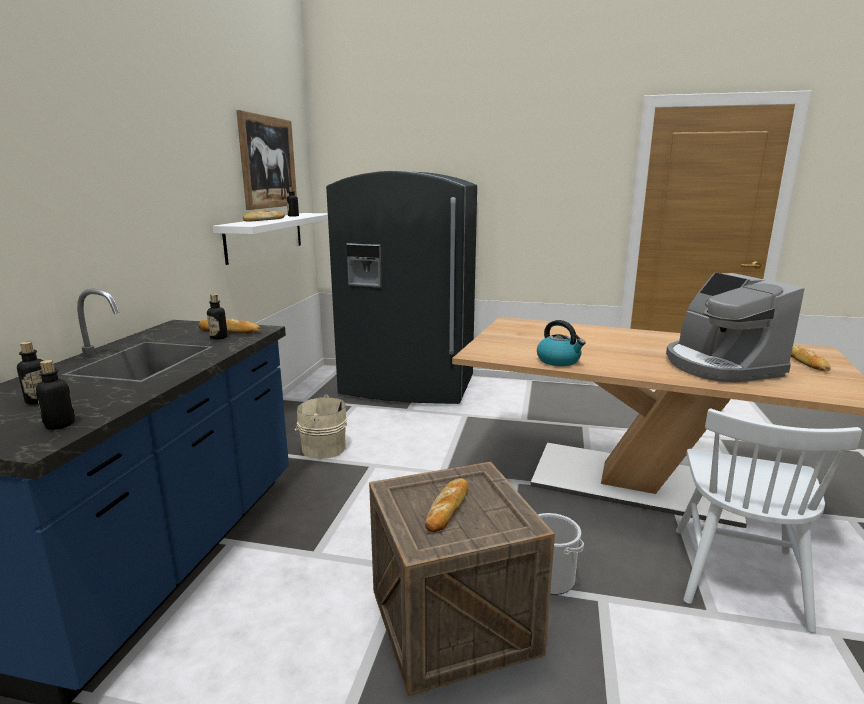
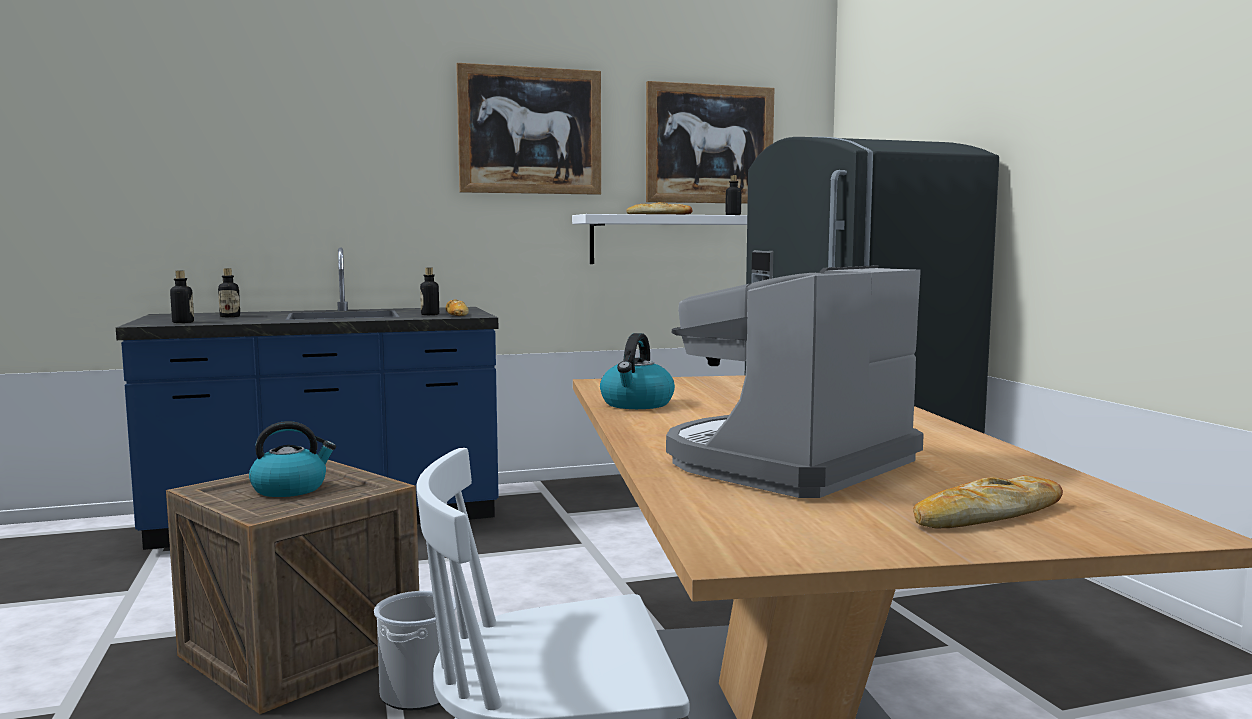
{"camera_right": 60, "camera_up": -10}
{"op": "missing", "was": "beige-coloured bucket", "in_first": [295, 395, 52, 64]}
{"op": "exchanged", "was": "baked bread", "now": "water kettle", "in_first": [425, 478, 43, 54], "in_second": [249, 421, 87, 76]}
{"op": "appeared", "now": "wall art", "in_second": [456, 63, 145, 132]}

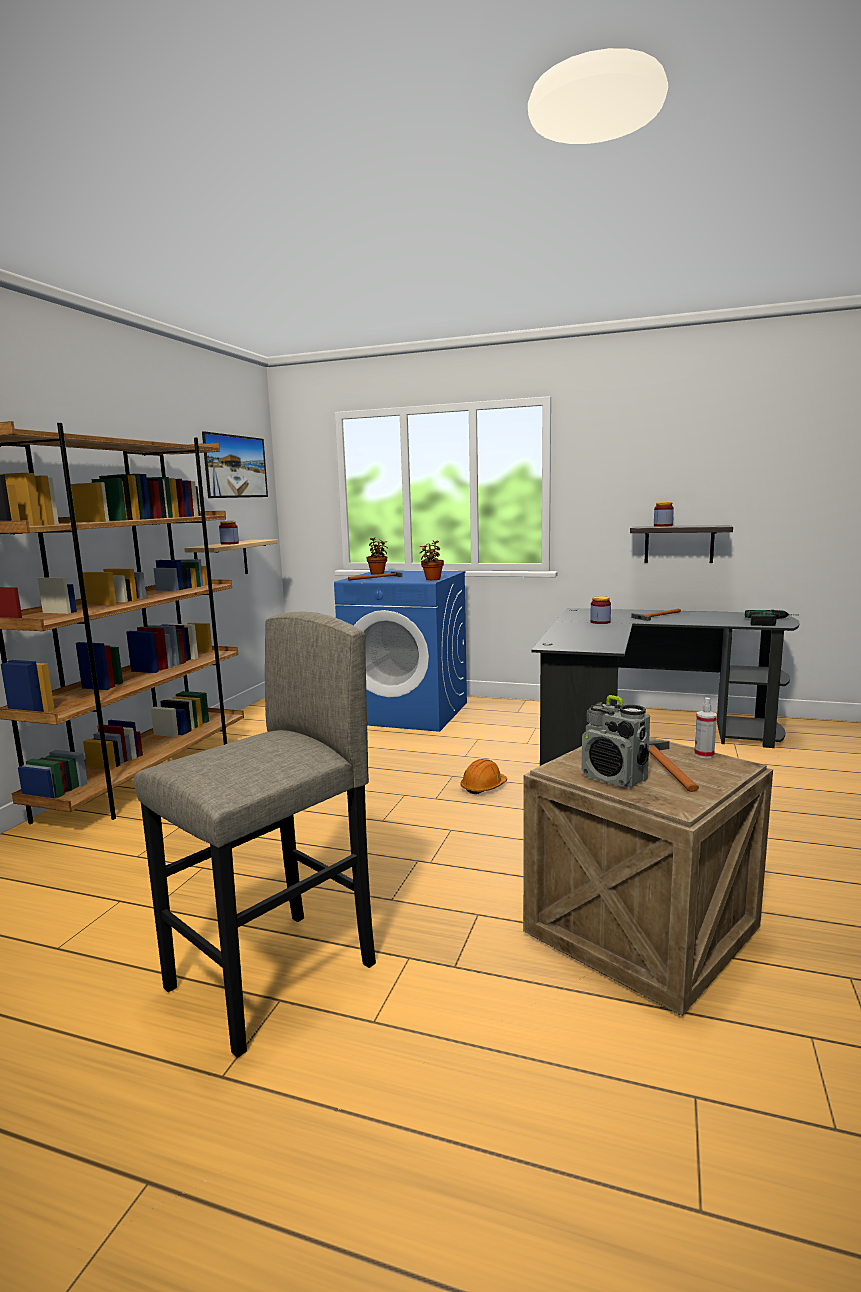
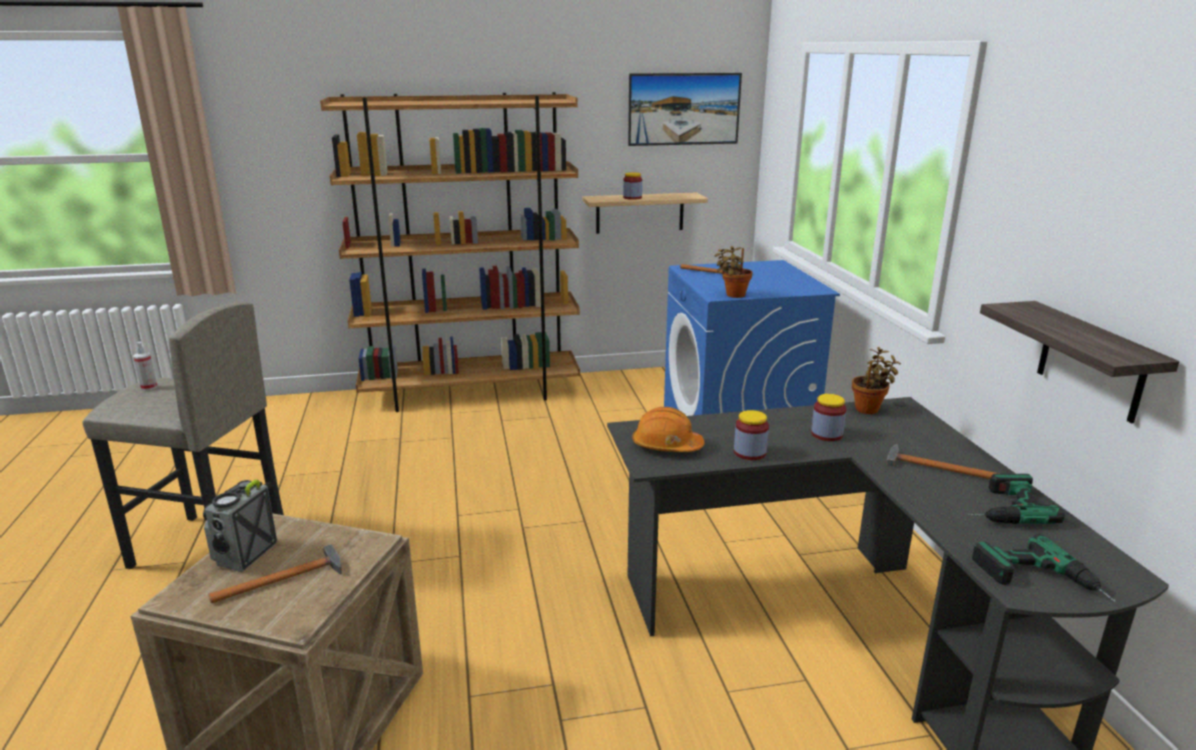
{"camera_right": 60, "camera_up": 10}
{"op": "relocated", "was": "potted plant", "in_first": [366, 537, 22, 38], "in_second": [852, 347, 49, 67]}
{"op": "relocated", "was": "orangey safety helmet", "in_first": [460, 759, 47, 35], "in_second": [632, 407, 73, 45]}
{"op": "relocated", "was": "preserve jar", "in_first": [654, 502, 20, 25], "in_second": [734, 410, 35, 50]}
{"op": "relocated", "was": "sprayer", "in_first": [694, 697, 23, 62], "in_second": [133, 342, 24, 48]}
{"op": "appeared", "now": "drill", "in_second": [968, 474, 97, 50]}

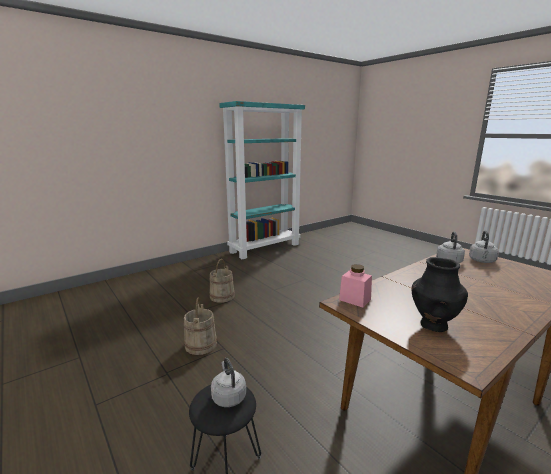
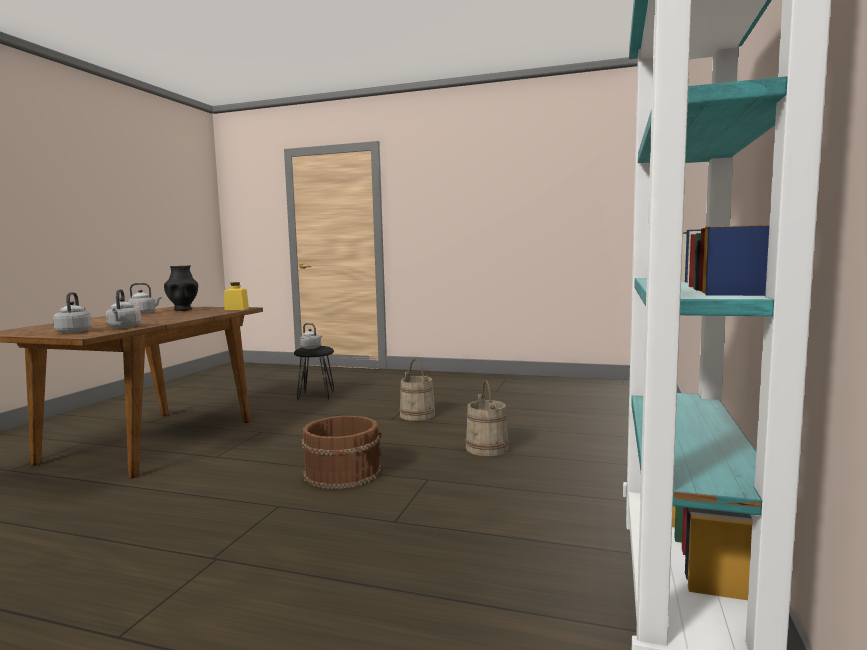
{"camera_right": 145, "camera_up": -10}
{"op": "colour", "was": "pink-coloured preserve jar", "now": "yellowish preserve jar", "in_first": [339, 264, 33, 44], "in_second": [224, 282, 25, 28]}
{"op": "appeared", "now": "greyish water kettle", "in_second": [128, 283, 34, 31]}
{"op": "appeared", "now": "brownish bucket", "in_second": [302, 416, 79, 73]}

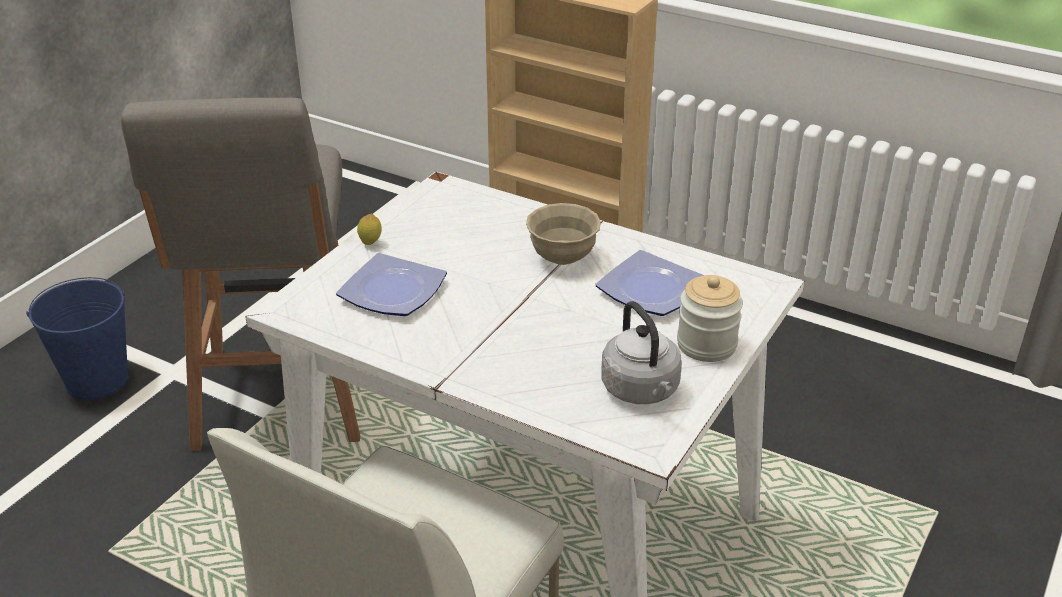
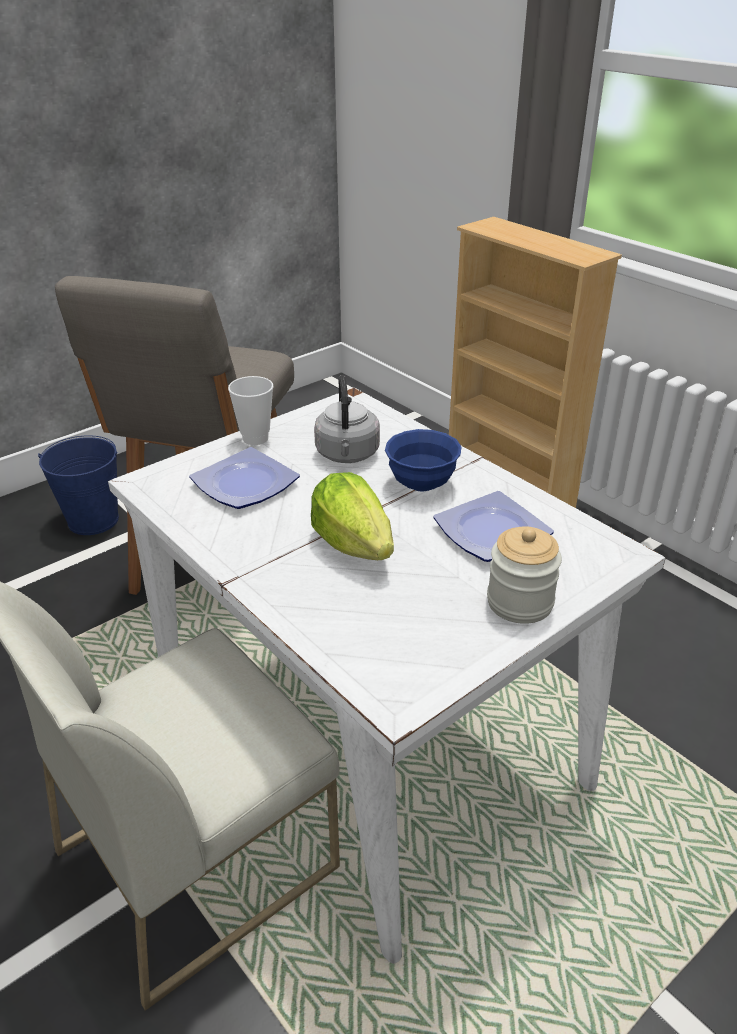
{"camera_right": 20, "camera_up": 0}
{"op": "exchanged", "was": "whole lemon", "now": "drinking cup", "in_first": [357, 213, 25, 32], "in_second": [228, 376, 45, 69]}
{"op": "colour", "was": "beige-coloured serving bowl", "now": "blue-coloured serving bowl", "in_first": [526, 203, 75, 62], "in_second": [385, 429, 77, 63]}
{"op": "relocated", "was": "greyish water kettle", "in_first": [601, 301, 81, 103], "in_second": [314, 375, 66, 88]}
{"op": "appeared", "now": "lettuce head", "in_second": [311, 472, 83, 88]}

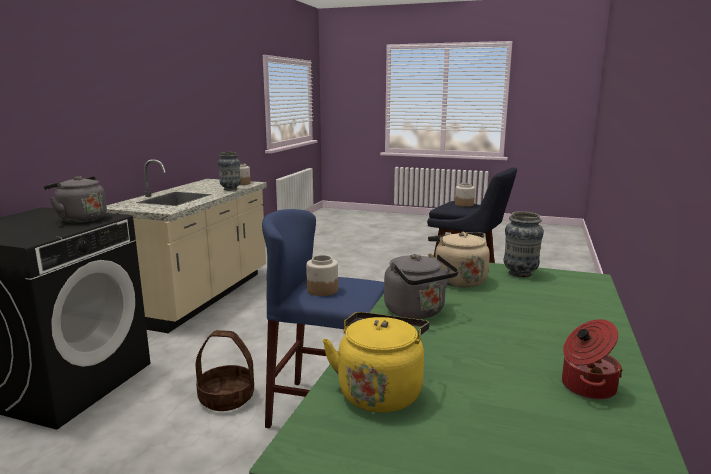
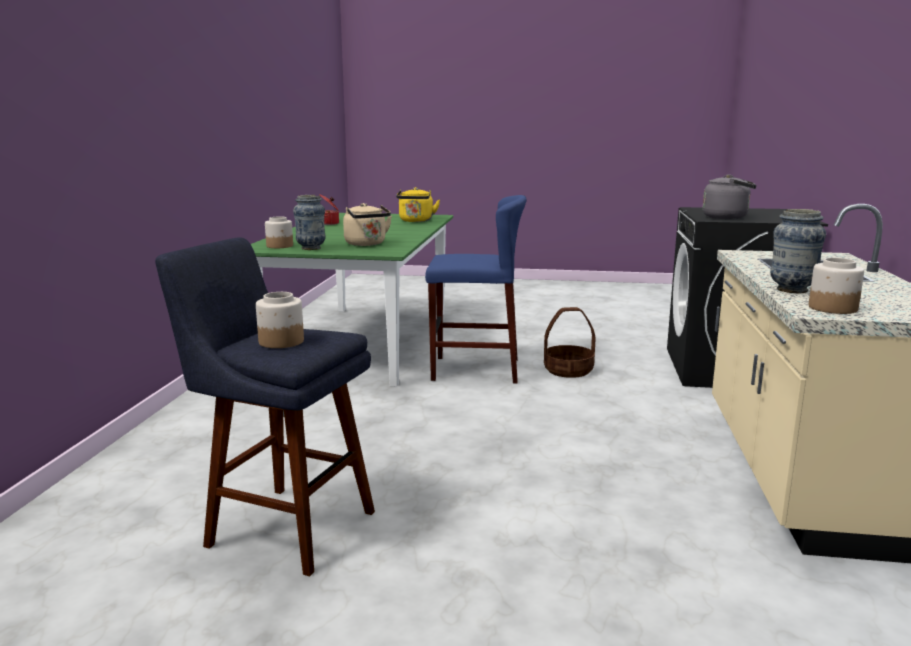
{"camera_right": 170, "camera_up": 0}
{"op": "relocated", "was": "preserve jar", "in_first": [306, 255, 32, 41], "in_second": [265, 216, 28, 32]}
{"op": "missing", "was": "greyish water kettle", "in_first": [384, 254, 75, 65]}

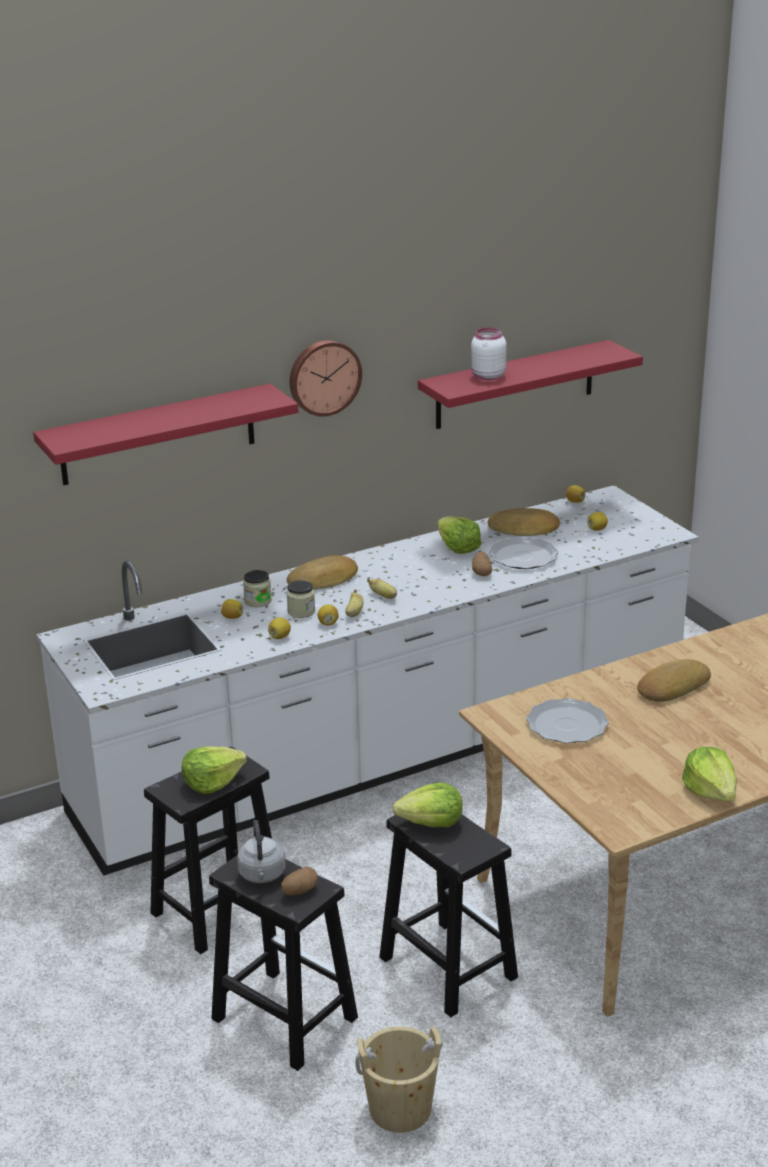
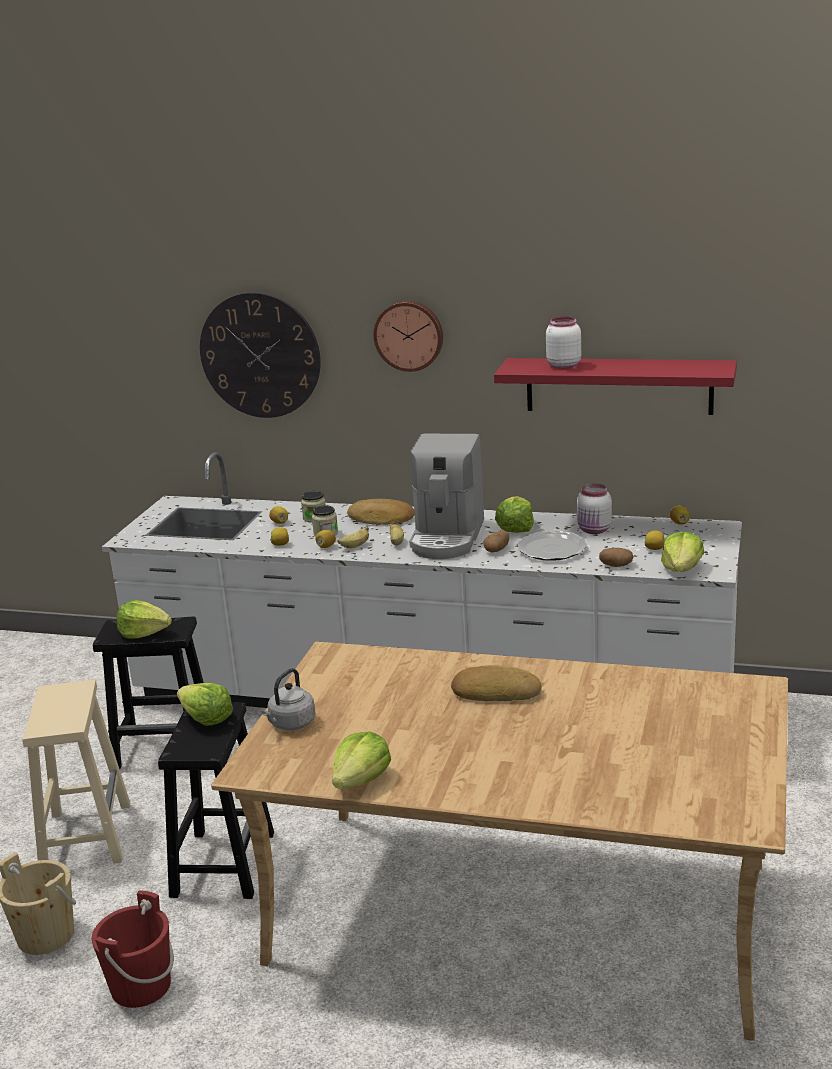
{"camera_right": 45, "camera_up": -5}
{"op": "exchanged", "was": "reddish shelf", "now": "clock on the wall", "in_first": [33, 384, 265, 101], "in_second": [200, 292, 121, 126]}
{"op": "colour", "was": "black stool", "now": "beige-coloured stool", "in_first": [209, 856, 149, 215], "in_second": [22, 680, 108, 183]}
{"op": "relocated", "was": "greyish water kettle", "in_first": [237, 820, 49, 63], "in_second": [262, 668, 53, 62]}
{"op": "relocated", "was": "potato", "in_first": [281, 867, 37, 28], "in_second": [599, 548, 34, 19]}
{"op": "exchanged", "was": "baked bread", "now": "white preserve jar", "in_first": [488, 508, 72, 28], "in_second": [577, 484, 35, 50]}
{"op": "missing", "was": "flat dish", "in_first": [526, 698, 83, 45]}
{"op": "appeared", "now": "reddish bucket", "in_second": [92, 890, 82, 118]}
{"op": "appeared", "now": "coffee maker", "in_second": [409, 434, 75, 125]}
{"op": "appeared", "now": "lettuce head", "in_second": [661, 531, 43, 41]}

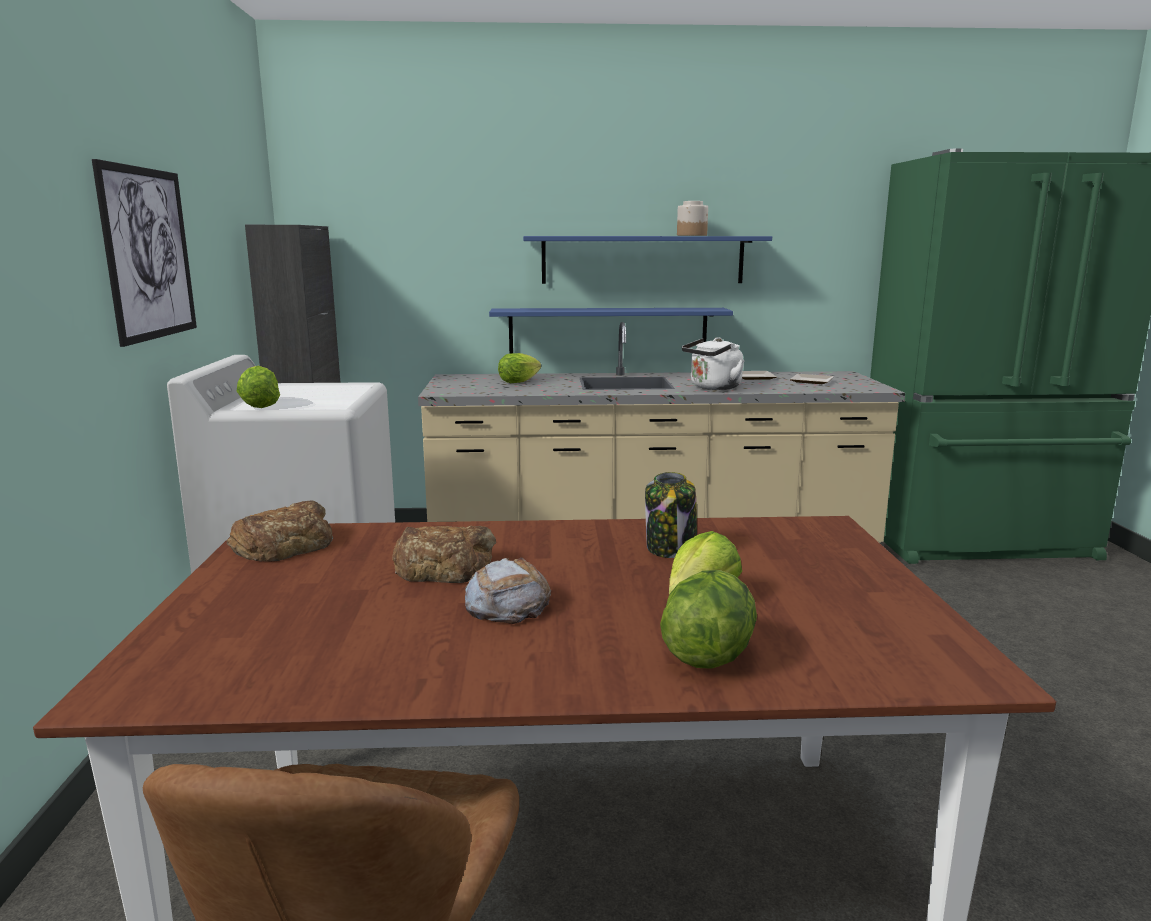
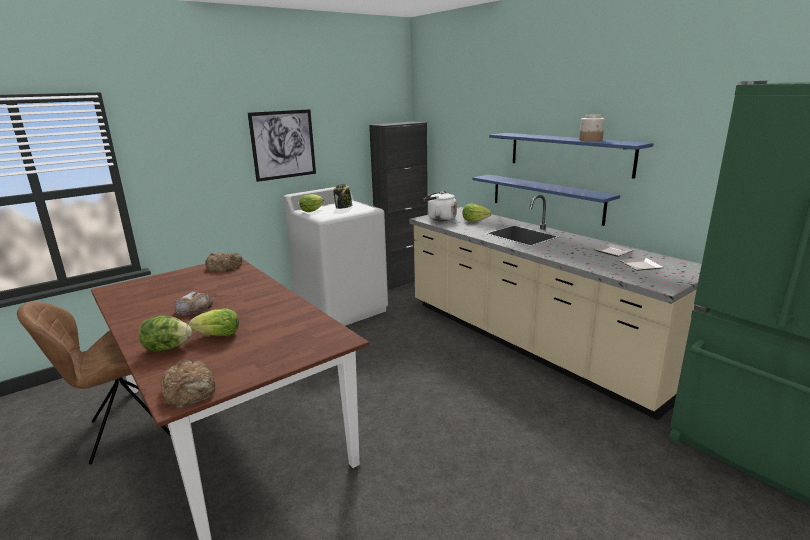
{"camera_right": 55, "camera_up": 5}
{"op": "relocated", "was": "baked bread", "in_first": [392, 526, 104, 57], "in_second": [161, 360, 54, 47]}
{"op": "relocated", "was": "preserve jar", "in_first": [645, 472, 52, 86], "in_second": [333, 184, 19, 25]}
{"op": "relocated", "was": "white water kettle", "in_first": [682, 337, 63, 53], "in_second": [424, 191, 33, 30]}

